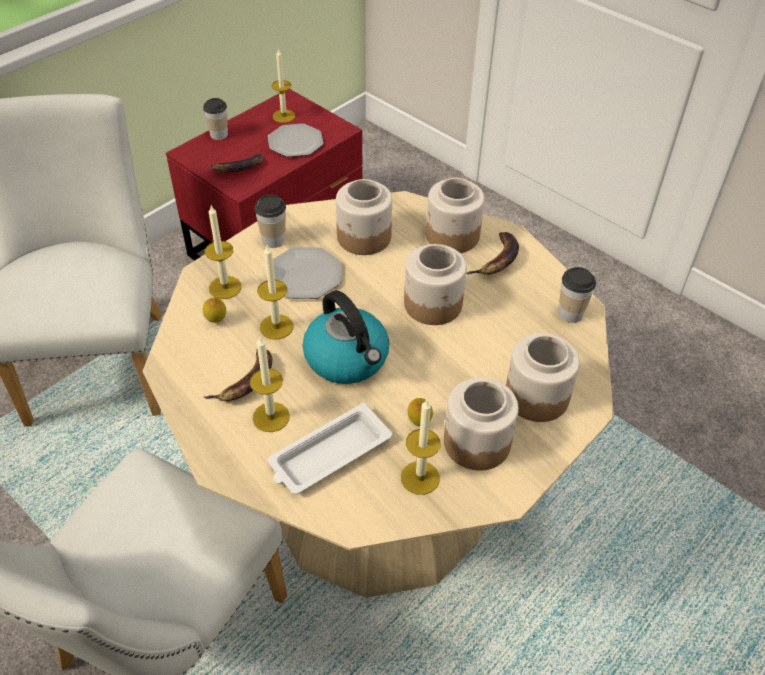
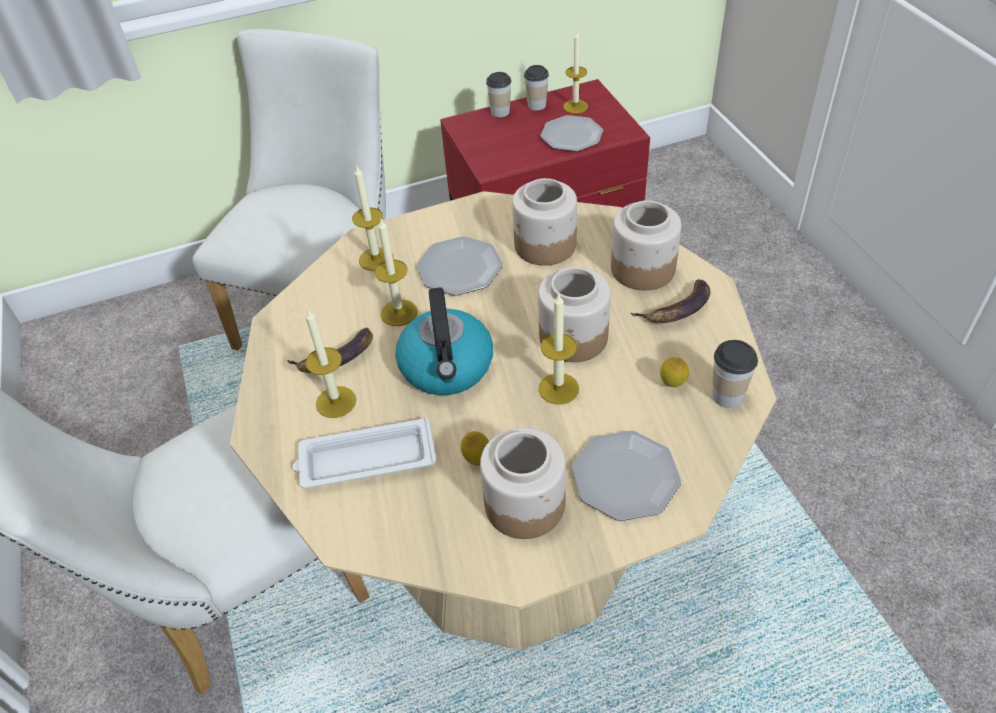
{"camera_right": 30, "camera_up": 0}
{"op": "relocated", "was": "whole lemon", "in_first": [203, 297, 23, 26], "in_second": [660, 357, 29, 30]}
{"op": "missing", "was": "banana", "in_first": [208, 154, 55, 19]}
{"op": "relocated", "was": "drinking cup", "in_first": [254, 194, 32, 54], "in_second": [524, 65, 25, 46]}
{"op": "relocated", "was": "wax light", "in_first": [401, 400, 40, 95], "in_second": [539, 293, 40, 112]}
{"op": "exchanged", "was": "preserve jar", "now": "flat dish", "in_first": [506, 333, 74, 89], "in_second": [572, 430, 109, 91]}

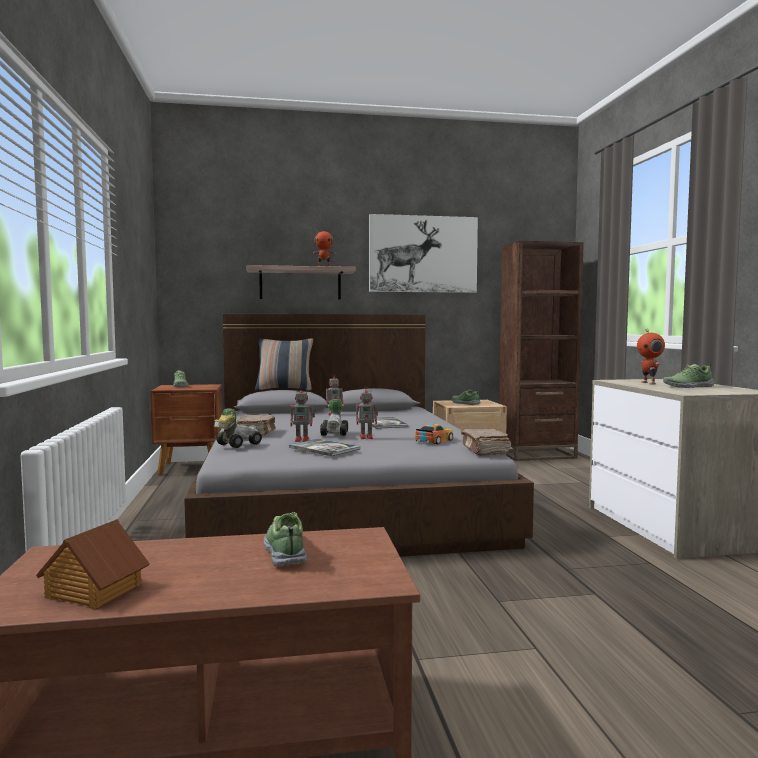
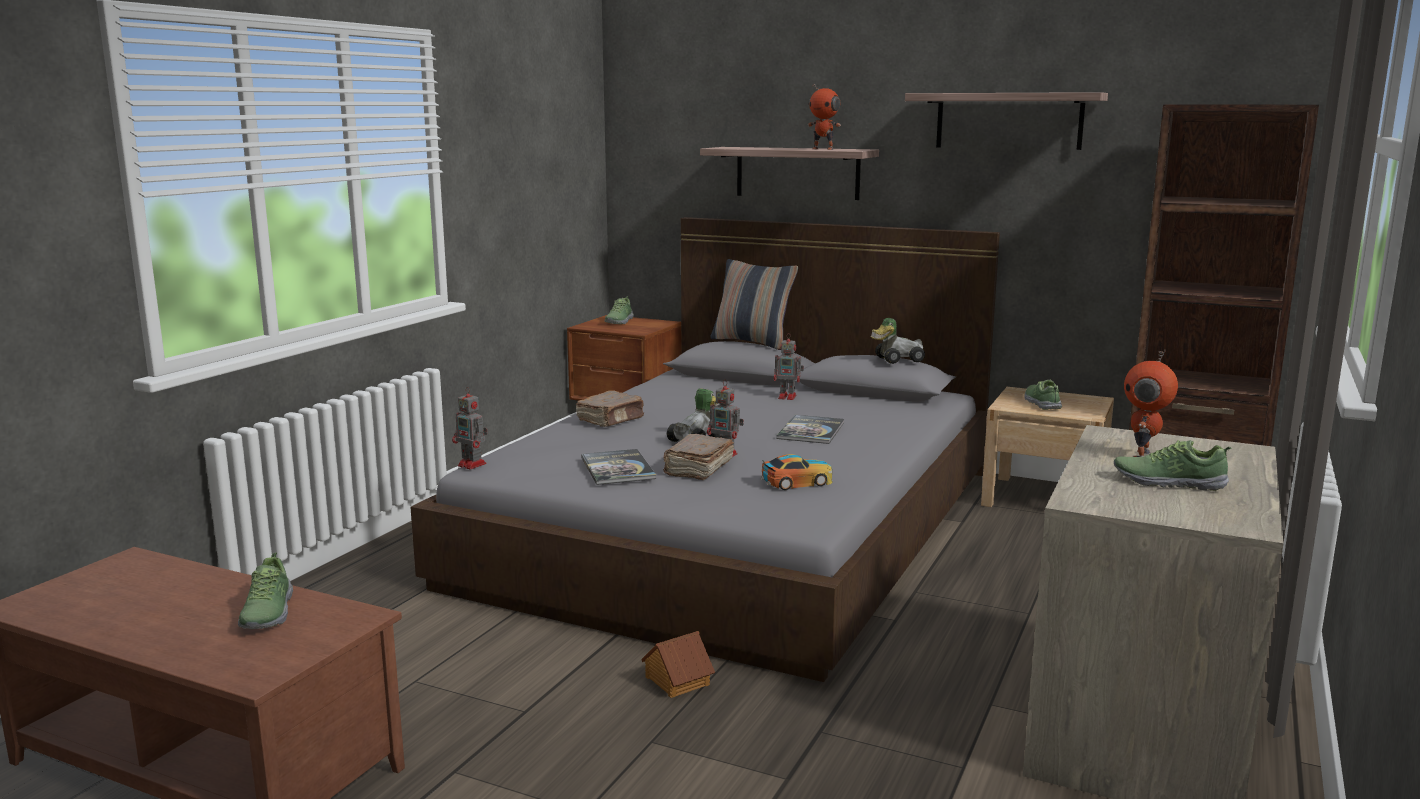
{"camera_right": 35, "camera_up": 10}
{"op": "relocated", "was": "miniature house", "in_first": [36, 519, 114, 90], "in_second": [641, 631, 74, 67]}
{"op": "relocated", "was": "model car", "in_first": [214, 408, 48, 40], "in_second": [870, 318, 55, 46]}
{"op": "spun", "was": "low shoe", "in_first": [264, 512, 43, 55], "in_second": [238, 552, 55, 77], "clockwise": 150}
{"op": "relocated", "was": "toy robot", "in_first": [290, 389, 25, 53], "in_second": [452, 388, 36, 82]}
{"op": "exchanged", "was": "wall art", "now": "shelf", "in_first": [369, 214, 109, 79], "in_second": [905, 92, 203, 58]}
{"op": "relocated", "was": "brownish bound book", "in_first": [461, 429, 50, 27], "in_second": [663, 434, 71, 46]}

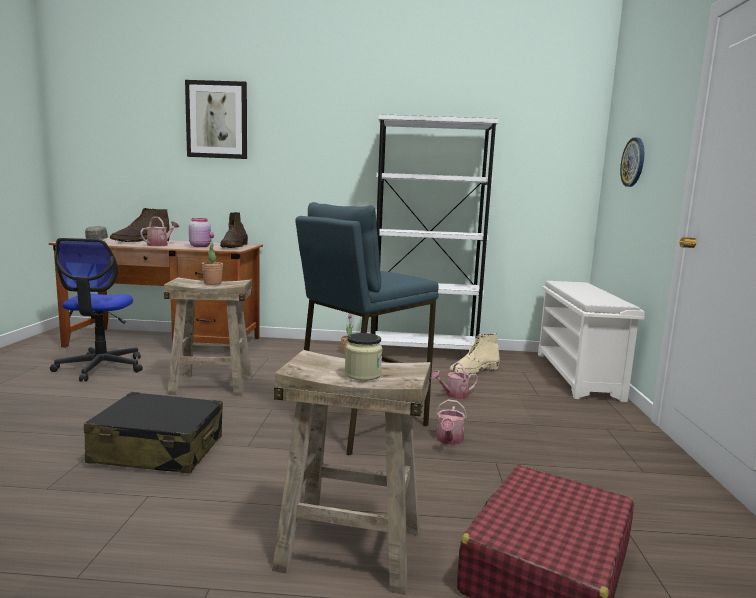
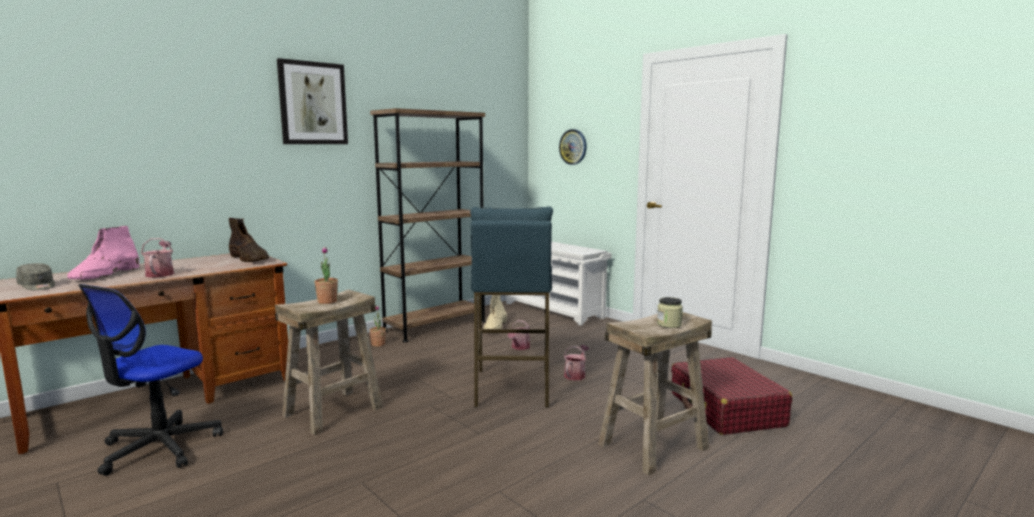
{"camera_right": -45, "camera_up": 0}
{"op": "spun", "was": "computer chair", "in_first": [50, 238, 93, 144], "in_second": [78, 284, 145, 192], "clockwise": 75}
{"op": "missing", "was": "black travel case", "in_first": [84, 392, 139, 81]}
{"op": "colour", "was": "brownish boot", "now": "pink-coloured boot", "in_first": [110, 208, 60, 34], "in_second": [67, 226, 72, 54]}
{"op": "relocated", "was": "wall art", "in_first": [185, 80, 62, 79], "in_second": [277, 58, 71, 86]}
{"op": "missing", "was": "pink-coloured preserve jar", "in_first": [189, 218, 22, 29]}
{"op": "colour", "was": "white shelving unit", "now": "brownish shelving unit", "in_first": [375, 114, 124, 237], "in_second": [370, 108, 116, 234]}
{"op": "spun", "was": "sprinkling can", "in_first": [436, 400, 31, 45], "in_second": [564, 345, 25, 35], "clockwise": -120}

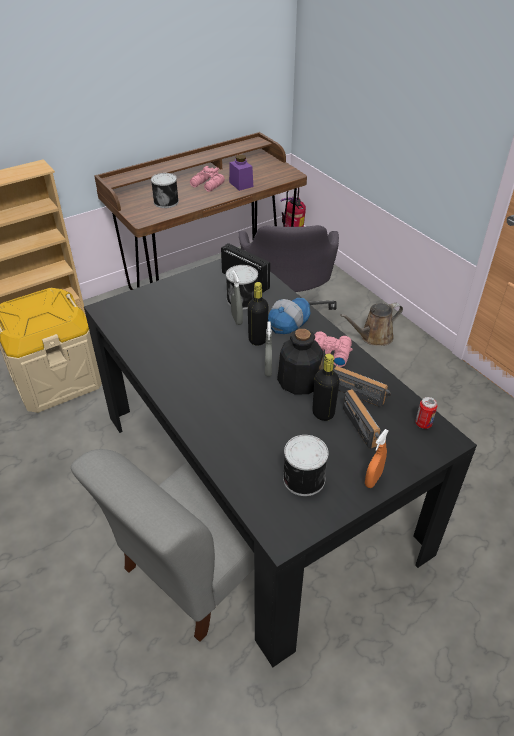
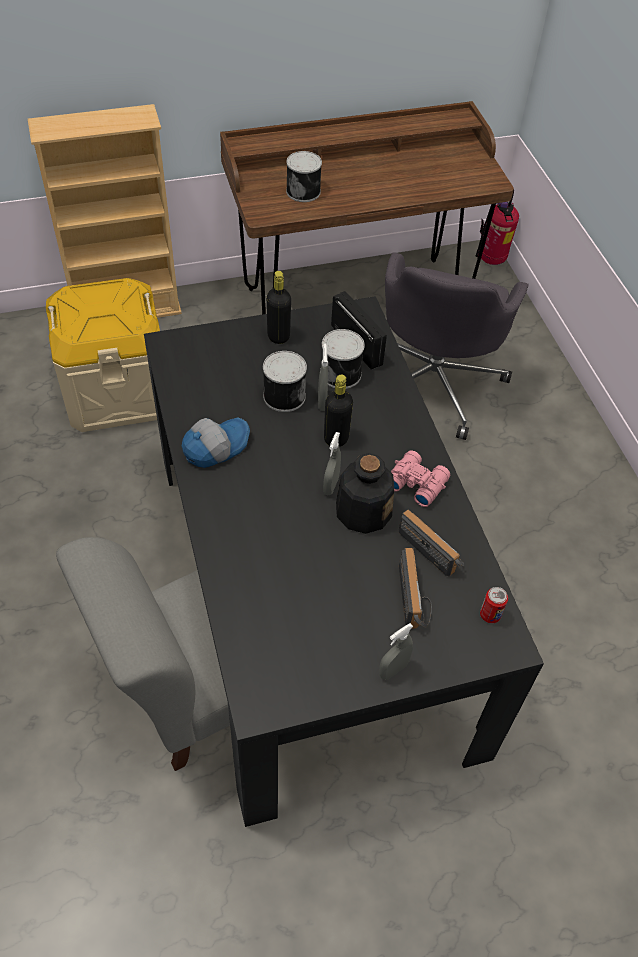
{"camera_right": 15, "camera_up": 10}
{"op": "missing", "was": "pink-coloured field glasses", "in_first": [190, 166, 35, 26]}
{"op": "missing", "was": "purple preserve jar", "in_first": [229, 155, 24, 36]}
{"op": "relocated", "was": "peaked cap", "in_first": [268, 298, 43, 36], "in_second": [182, 417, 68, 51]}
{"op": "relocated", "was": "sealed can", "in_first": [283, 435, 46, 61], "in_second": [263, 351, 44, 61]}
{"op": "relocated", "was": "black beverage bottle", "in_first": [312, 354, 27, 67], "in_second": [266, 271, 25, 73]}
{"op": "missing", "was": "brownish sprinkling can", "in_first": [340, 303, 63, 43]}
{"op": "colour", "was": "orangey sprayer", "now": "greyish sprayer", "in_first": [365, 429, 23, 59], "in_second": [379, 623, 34, 57]}

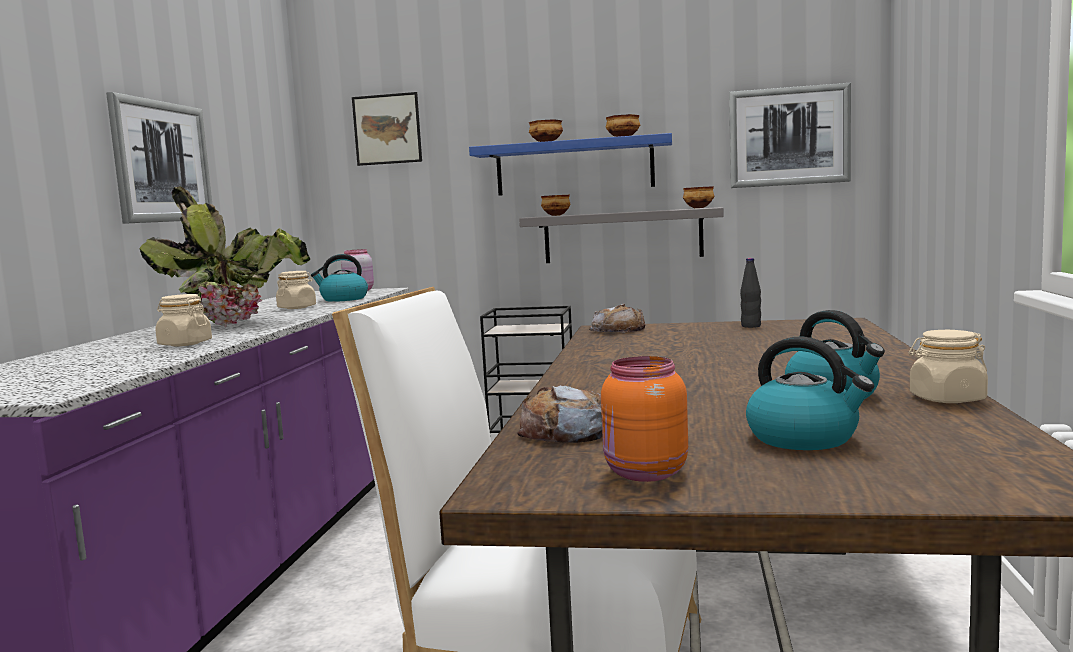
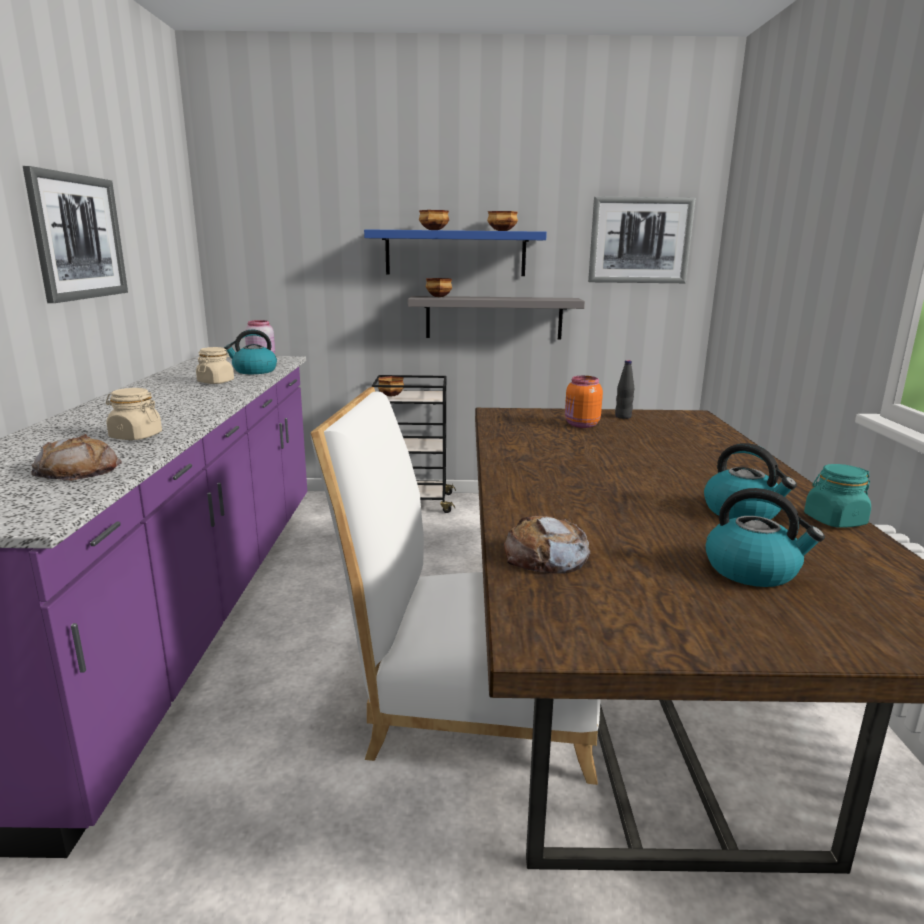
{"camera_right": -10, "camera_up": 10}
{"op": "missing", "was": "potted plant", "in_first": [139, 187, 172, 140]}
{"op": "missing", "was": "wall art", "in_first": [352, 92, 70, 74]}
{"op": "relocated", "was": "baked bread", "in_first": [589, 304, 56, 28], "in_second": [31, 434, 91, 47]}
{"op": "relocated", "was": "orangey preserve jar", "in_first": [601, 356, 87, 126], "in_second": [565, 376, 38, 52]}
{"op": "relocated", "was": "serving bowl", "in_first": [683, 186, 31, 22], "in_second": [378, 376, 26, 21]}
{"op": "colour", "was": "beige-coloured preserve jar", "now": "blue-green preserve jar", "in_first": [909, 330, 79, 73], "in_second": [804, 464, 67, 64]}

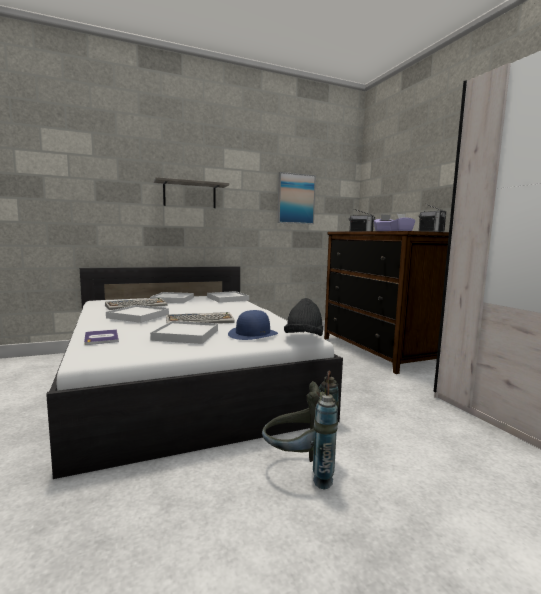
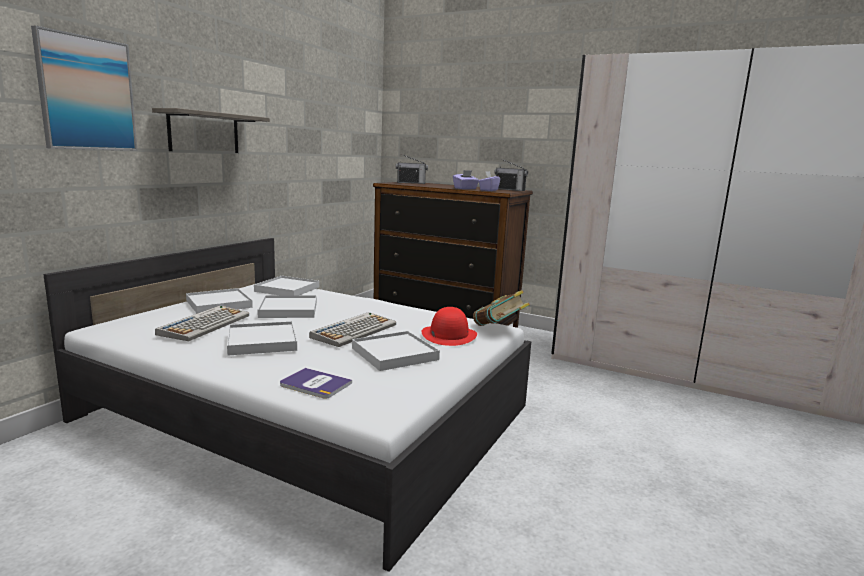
{"camera_right": -40, "camera_up": 5}
{"op": "colour", "was": "blue-coloured wearable hat", "now": "reddish wearable hat", "in_first": [228, 310, 50, 30], "in_second": [422, 307, 55, 39]}
{"op": "missing", "was": "greyish knapsack", "in_first": [262, 371, 77, 119]}
{"op": "relocated", "was": "wall art", "in_first": [278, 172, 38, 52], "in_second": [31, 25, 106, 126]}
{"op": "exchanged", "was": "black wearable hat", "now": "bound book", "in_first": [284, 298, 39, 38], "in_second": [473, 290, 57, 36]}
{"op": "appeared", "now": "white tray", "in_second": [257, 295, 60, 23]}

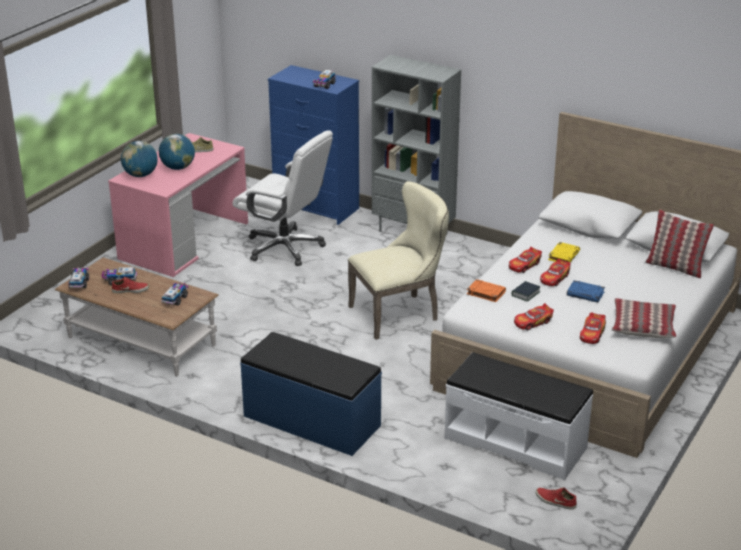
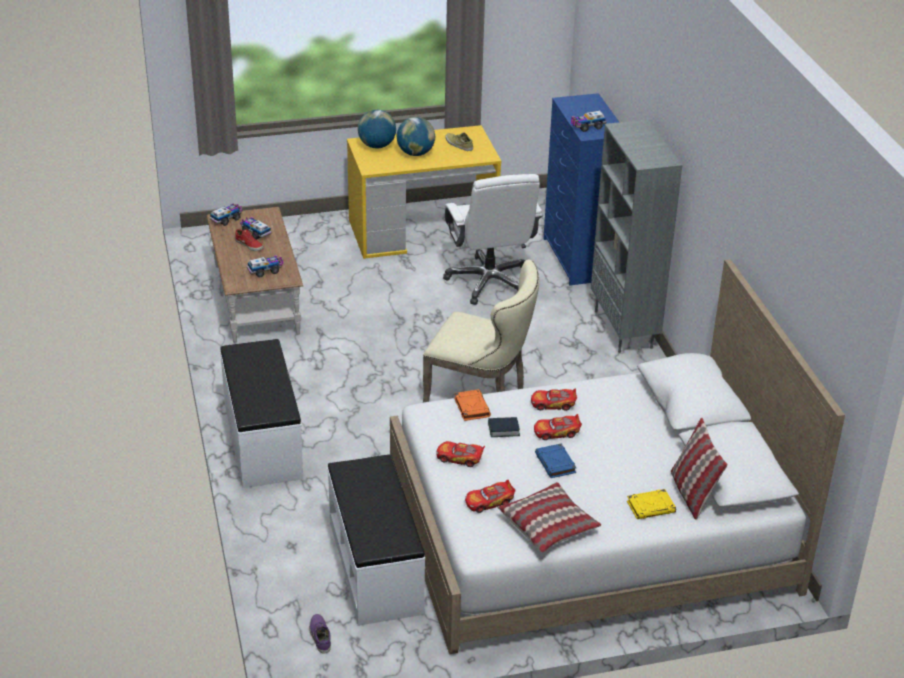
{"camera_right": 45, "camera_up": 5}
{"op": "colour", "was": "pink-coloured desk unit", "now": "yellowish desk unit", "in_first": [108, 133, 140, 144], "in_second": [347, 125, 154, 134]}
{"op": "colour", "was": "blue-coloured long seat", "now": "white long seat", "in_first": [240, 332, 142, 124], "in_second": [220, 339, 83, 149]}
{"op": "colour", "was": "reddish low shoe", "now": "purple low shoe", "in_first": [536, 487, 41, 23], "in_second": [309, 614, 22, 39]}
{"op": "relocated", "was": "yellowish bound book", "in_first": [548, 242, 32, 21], "in_second": [627, 489, 49, 30]}

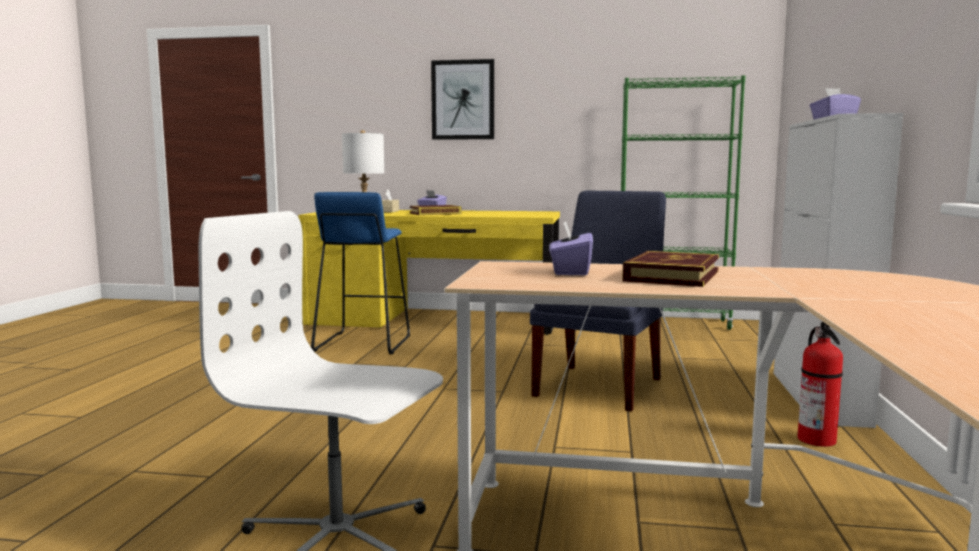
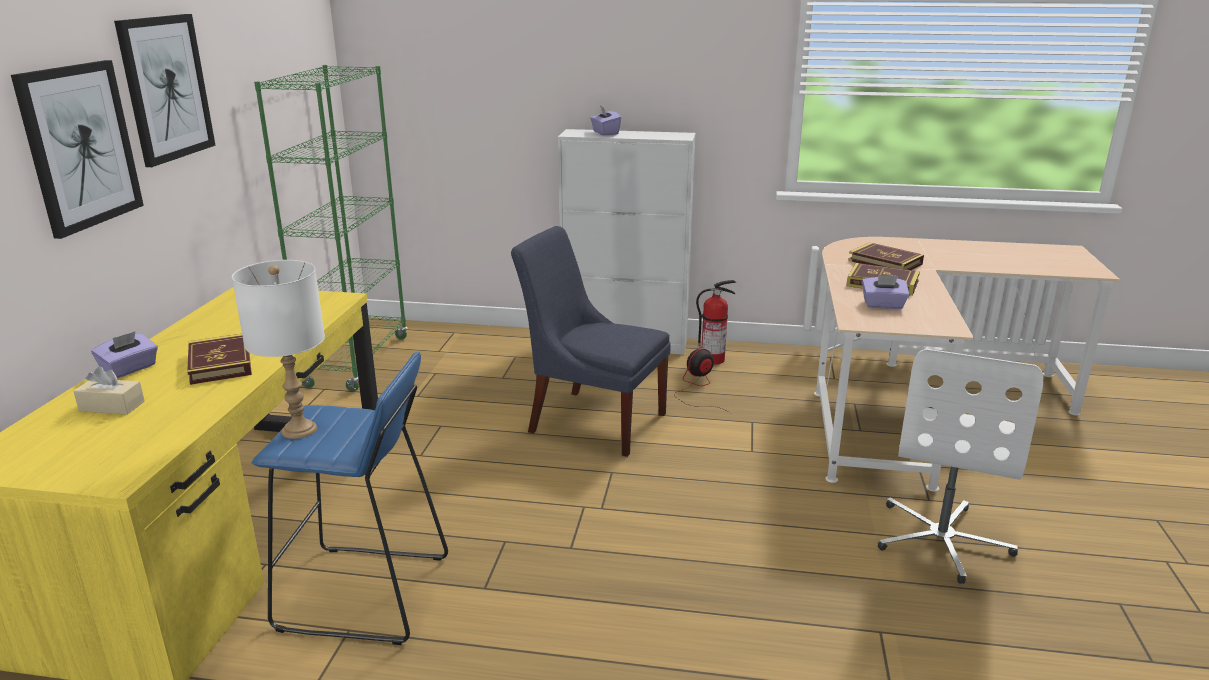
{"camera_right": -90, "camera_up": 15}
{"op": "appeared", "now": "wall art", "in_second": [114, 14, 102, 153]}
{"op": "appeared", "now": "fan", "in_second": [674, 349, 56, 64]}
{"op": "appeared", "now": "bound book", "in_second": [848, 243, 76, 27]}

